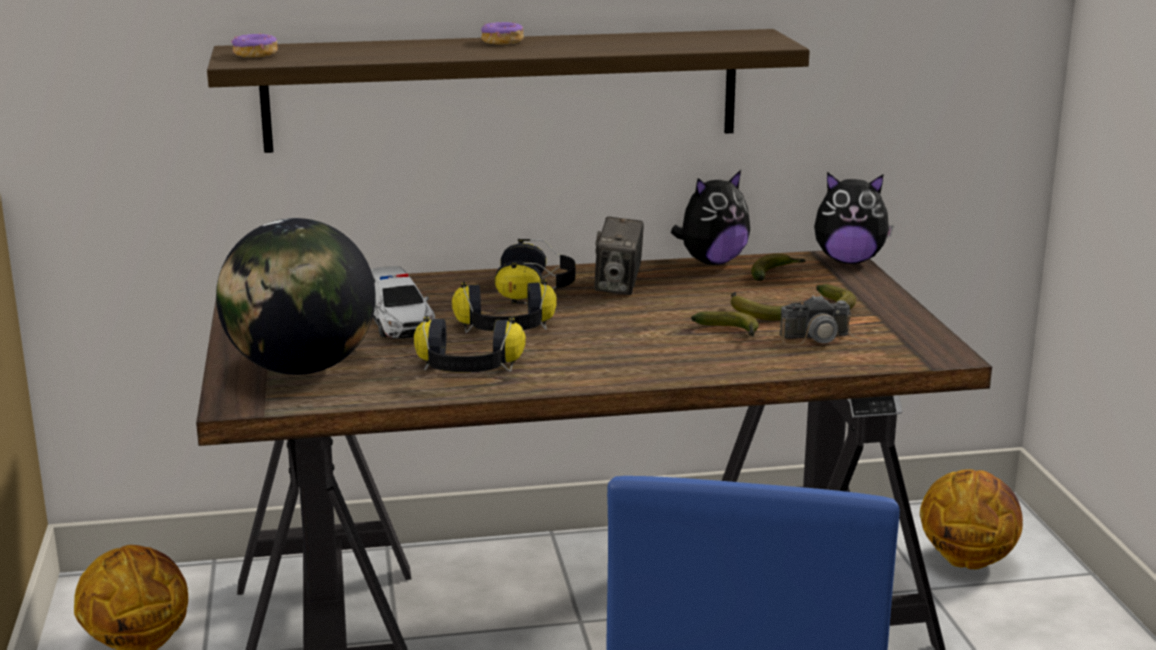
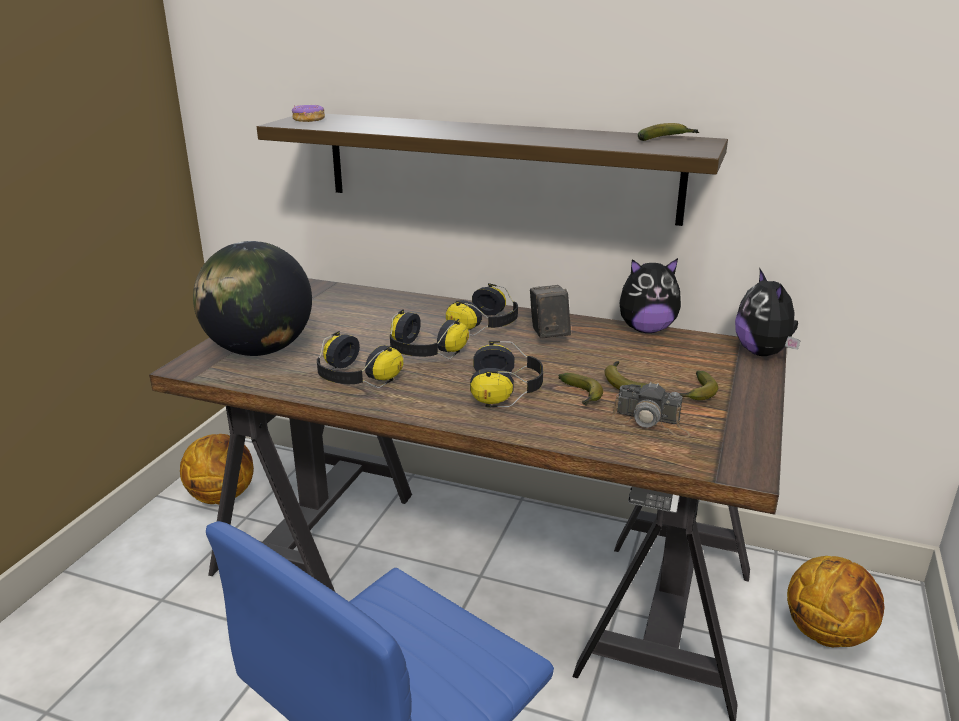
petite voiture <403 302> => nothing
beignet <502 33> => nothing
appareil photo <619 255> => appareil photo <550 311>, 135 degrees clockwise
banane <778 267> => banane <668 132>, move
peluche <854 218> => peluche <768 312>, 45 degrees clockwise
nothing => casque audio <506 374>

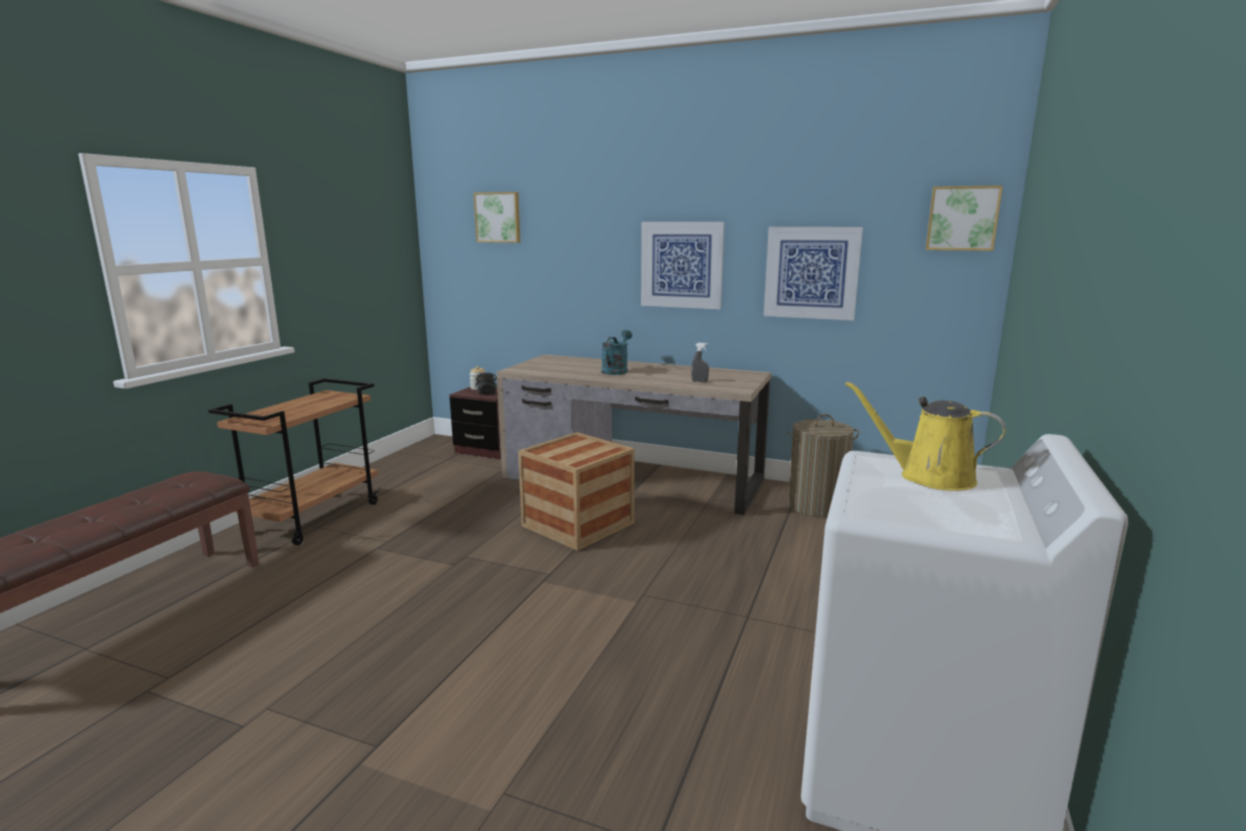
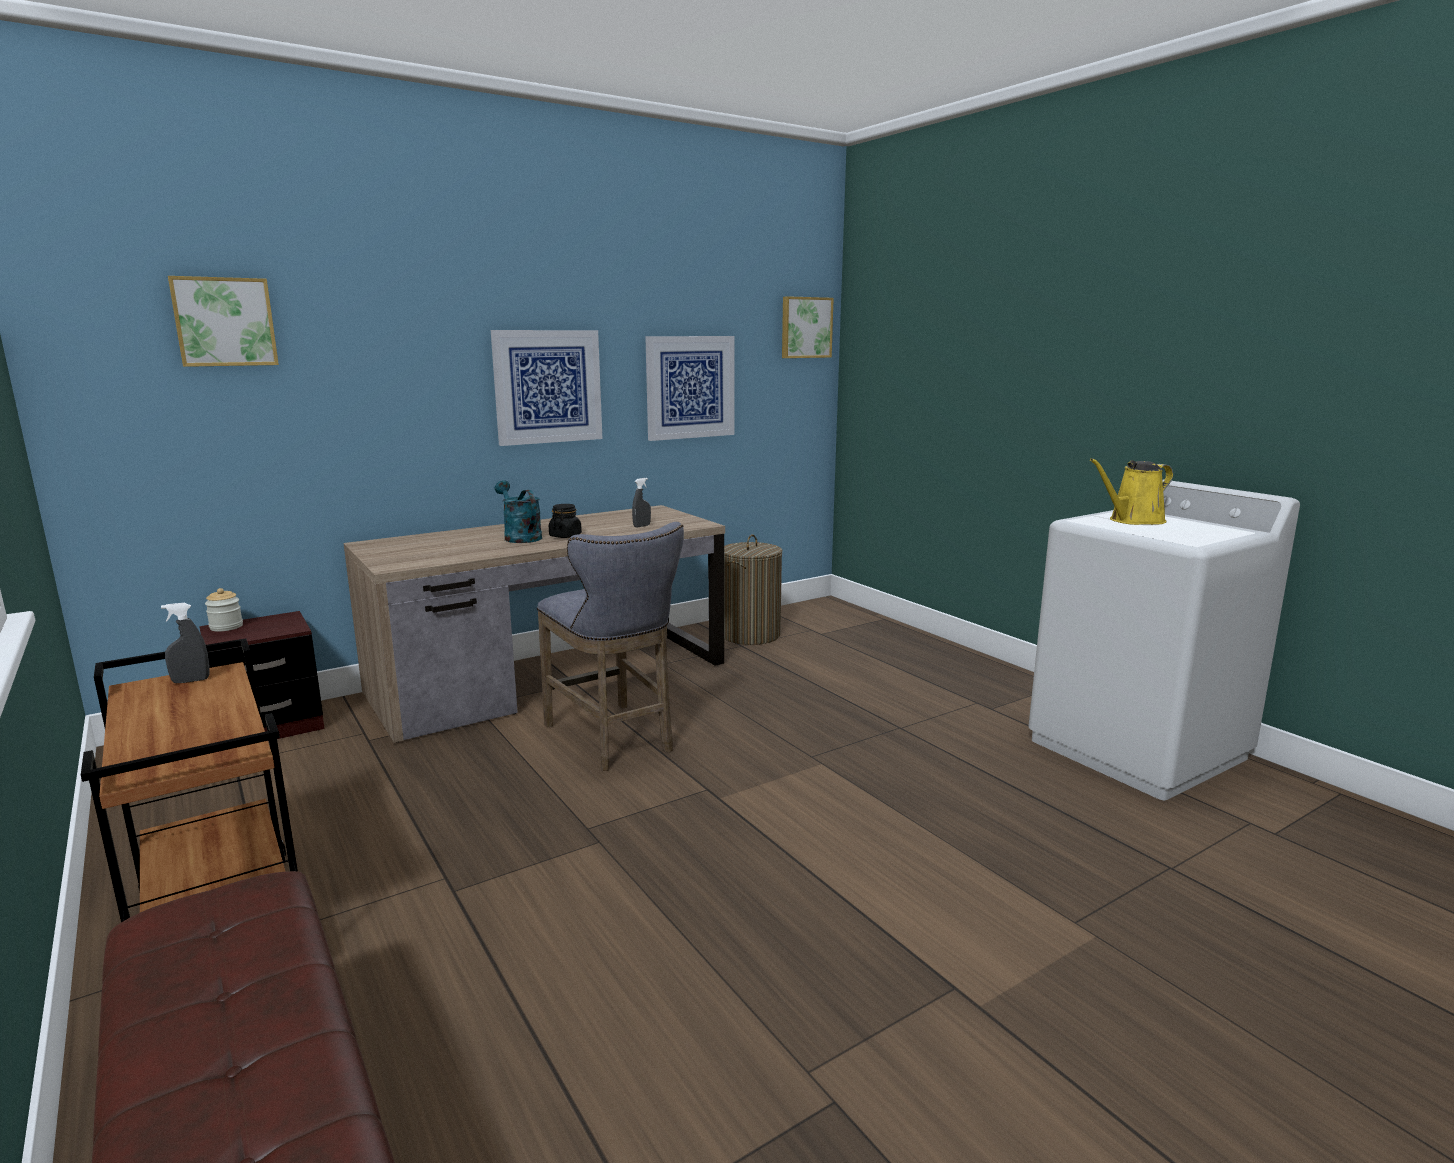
bocal/noir <486 384> => bocal/noir <565 521>, move
caisse <576 491> => tabouret/gris <610 646>
nothing => vaporisateur/gris <185 643>

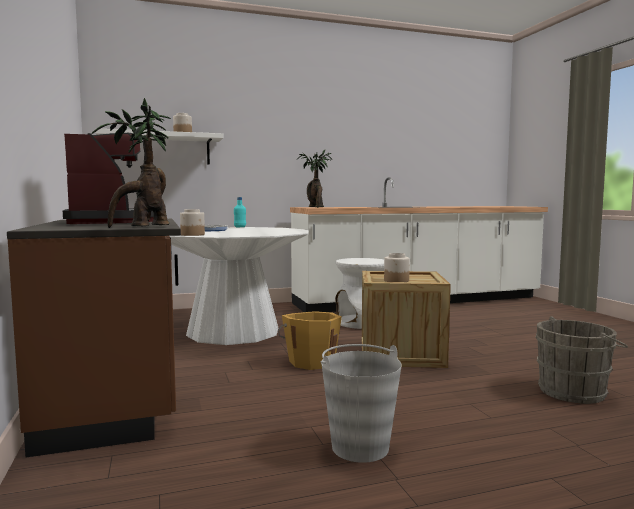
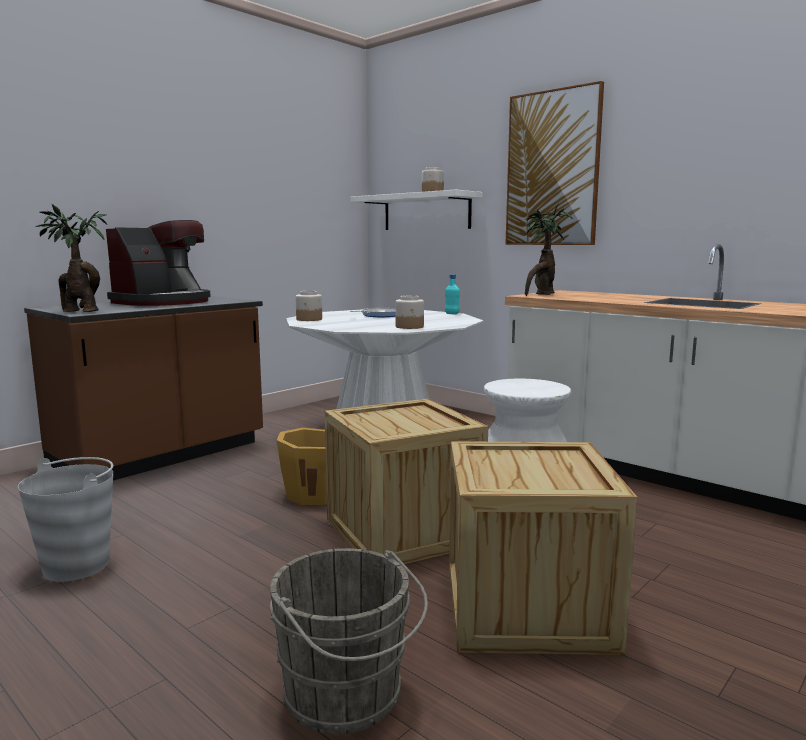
bocal <397 267> => bocal <409 312>, move
nothing => caisse <543 548>
nothing => tableau <554 163>

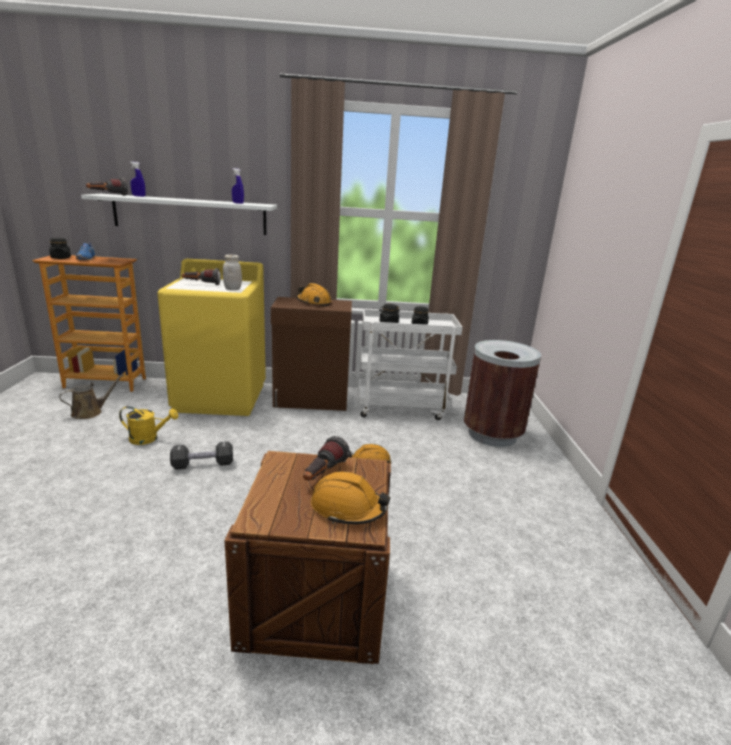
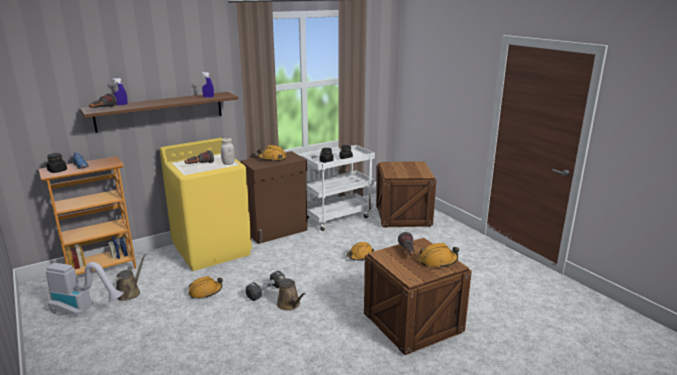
étagère/blanc <179 214> => étagère/marron <159 112>
arrosoir/jaune <148 425> => casque de chantier/orange <206 287>
poubelle/marron <502 393> => caisse <406 194>
nothing => aspirateur <85 289>
nothing => arrosoir/marron <291 293>

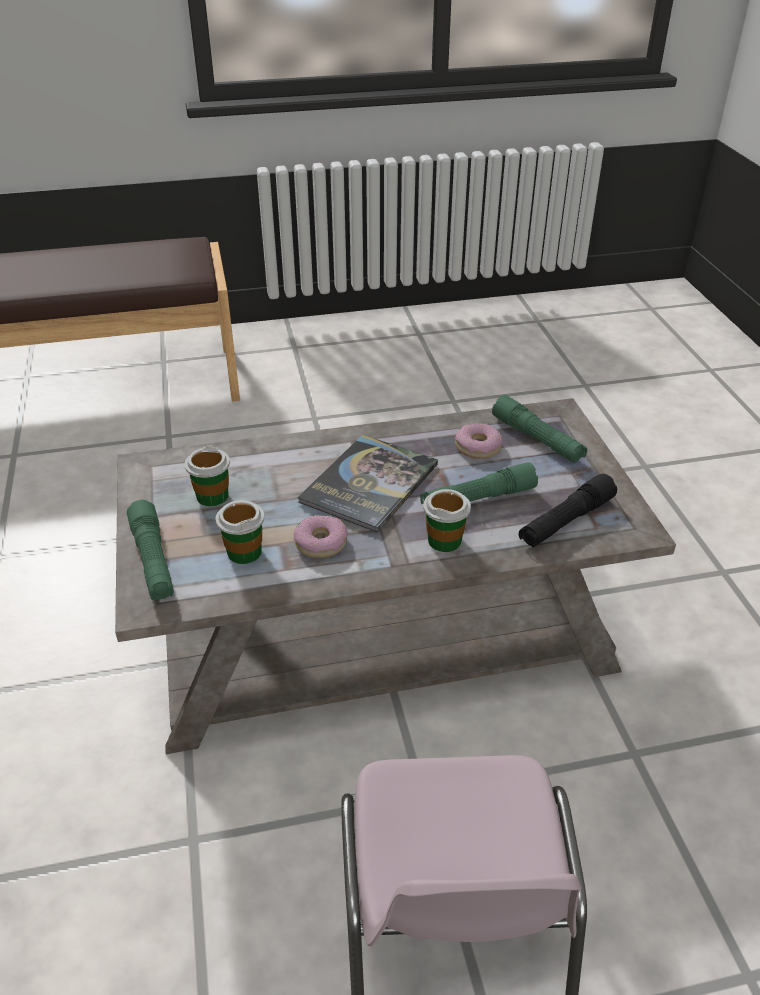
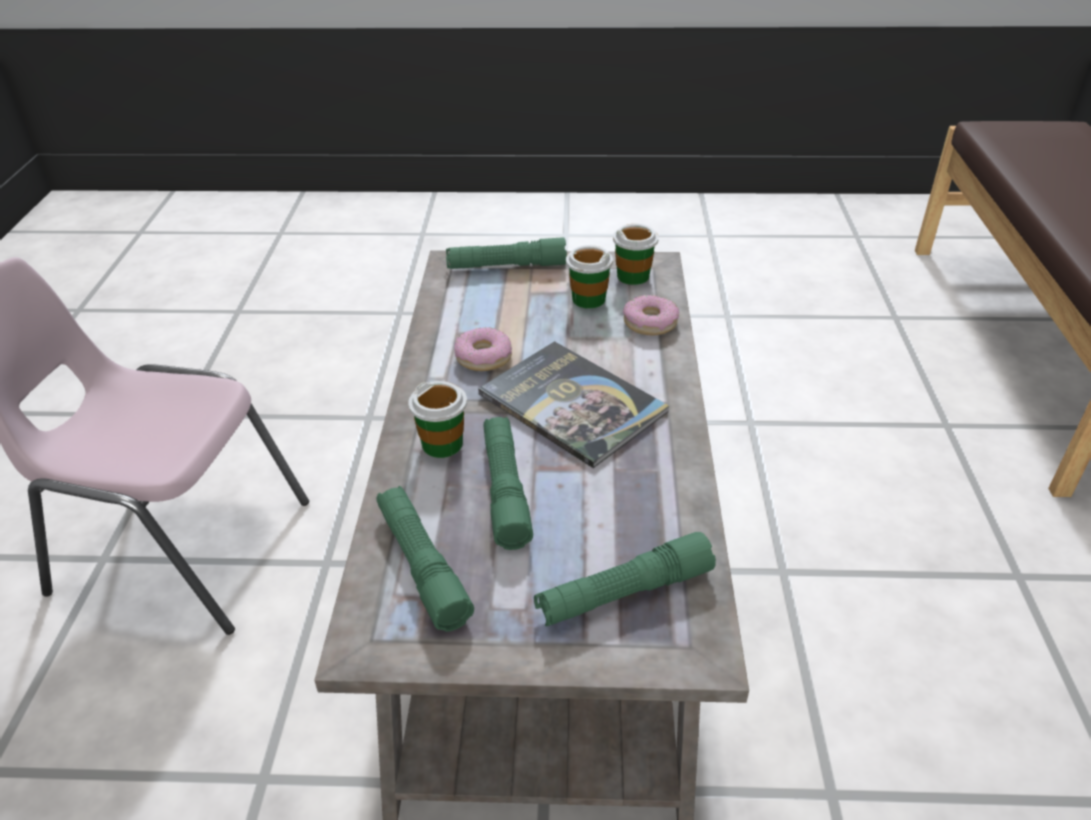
tasse <240 532> => tasse <636 254>, move
beignet <479 441> => beignet <651 315>, move
lampe de poche/noir <568 511> => lampe de poche/vert <425 559>

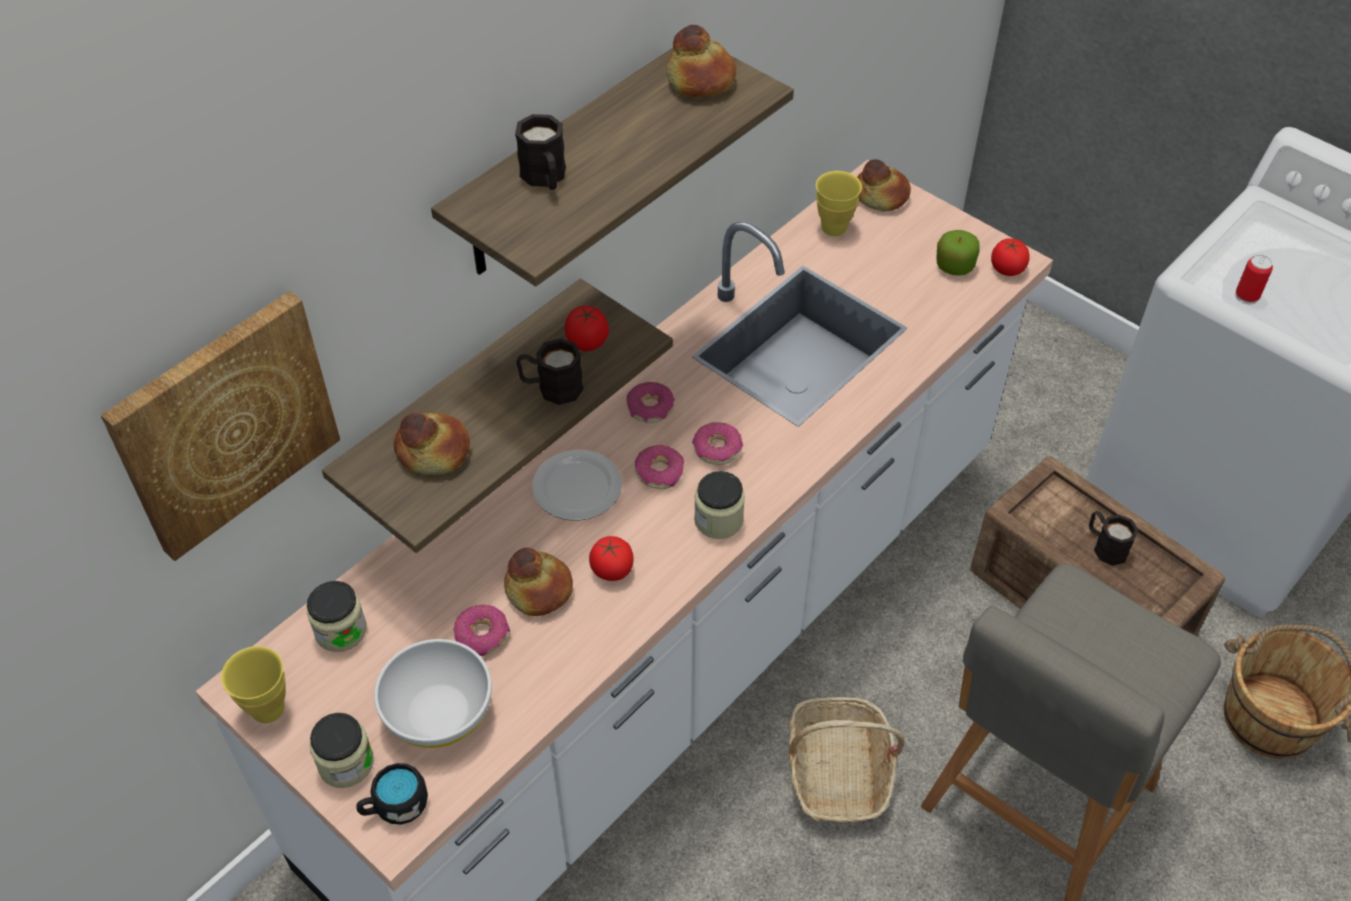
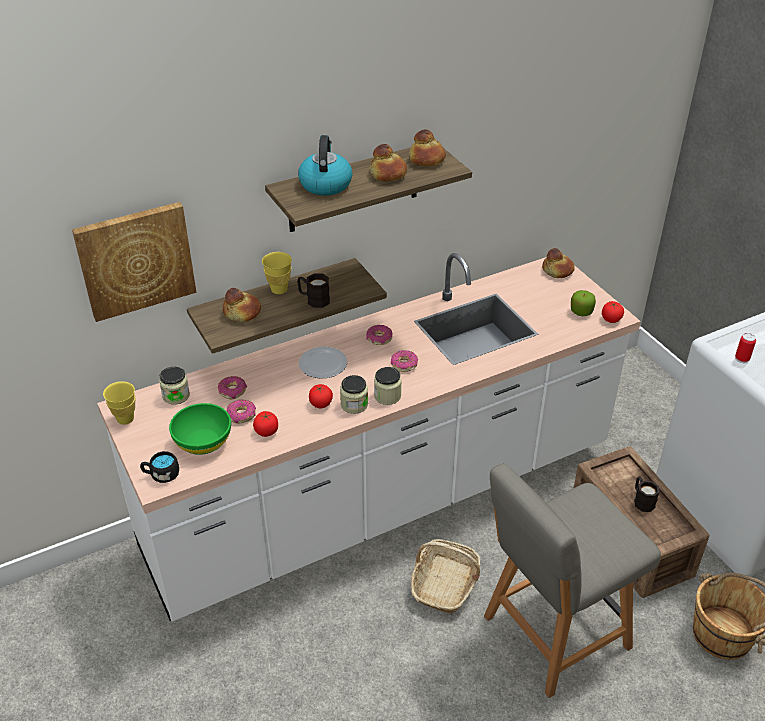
bocal <342 750> => bocal <354 394>, move
bol/blanc <433 693> => bol/vert <200 429>
pain <538 581> => pain <388 162>, move
mug/noir <540 152> => bouilloire <325 165>
tomate <587 328> => tomate <265 424>, move
beignet <659 467> => beignet <232 387>, move
tasse/jaune <839 203> => tasse/jaune <277 273>, move

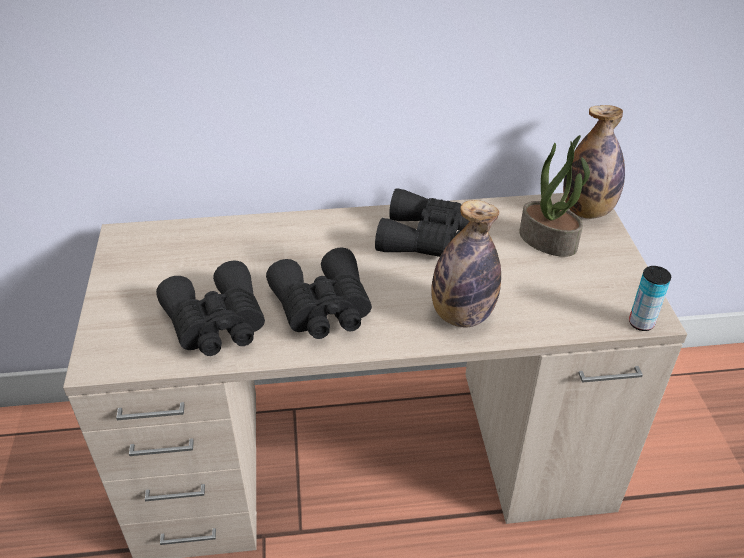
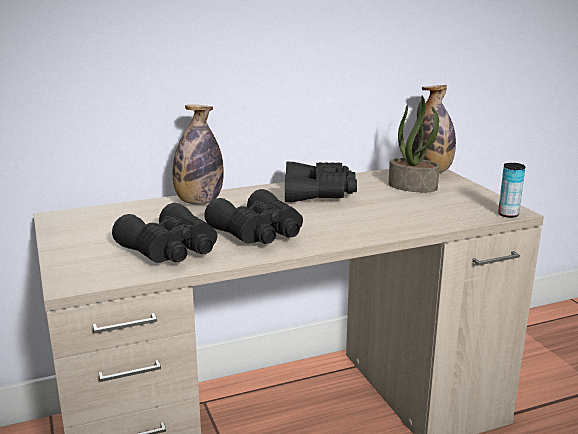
bouteille <466 264> => bouteille <198 155>, move

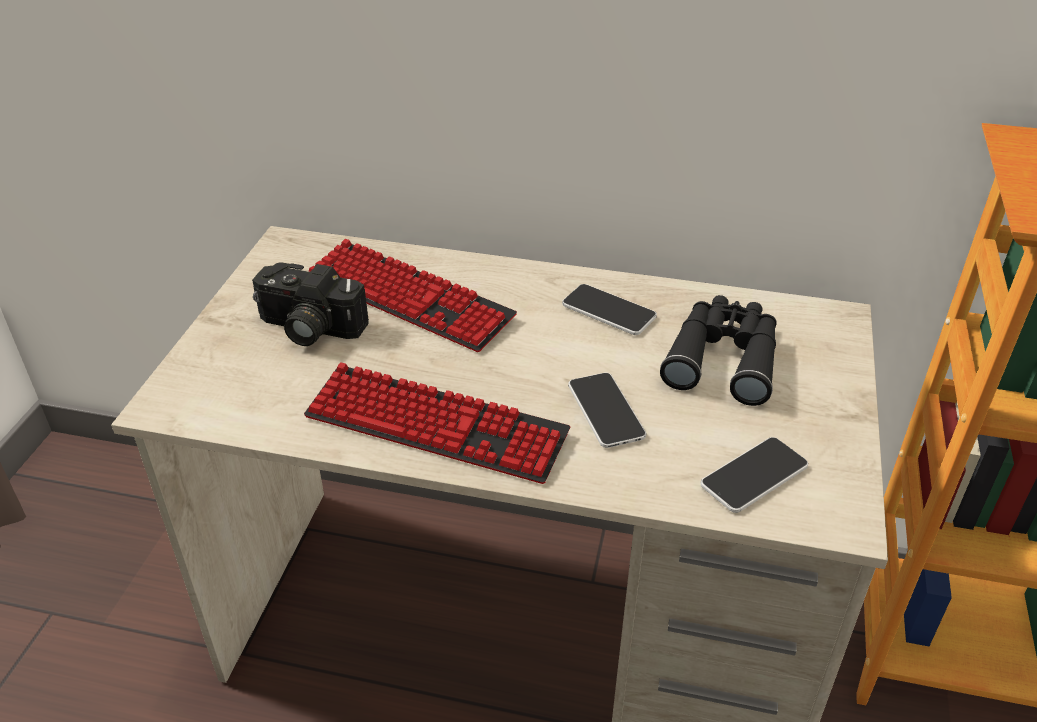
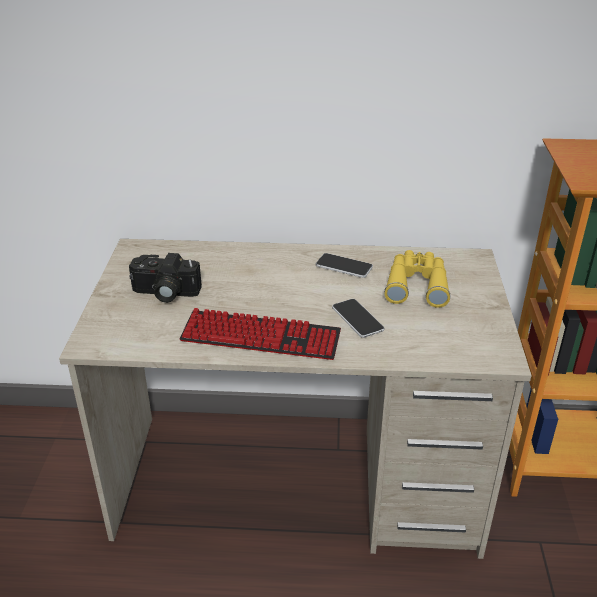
clavier <412 295> => nothing
jumelles/noir <718 350> => jumelles/jaune <417 279>
téléphone <754 475> => nothing

